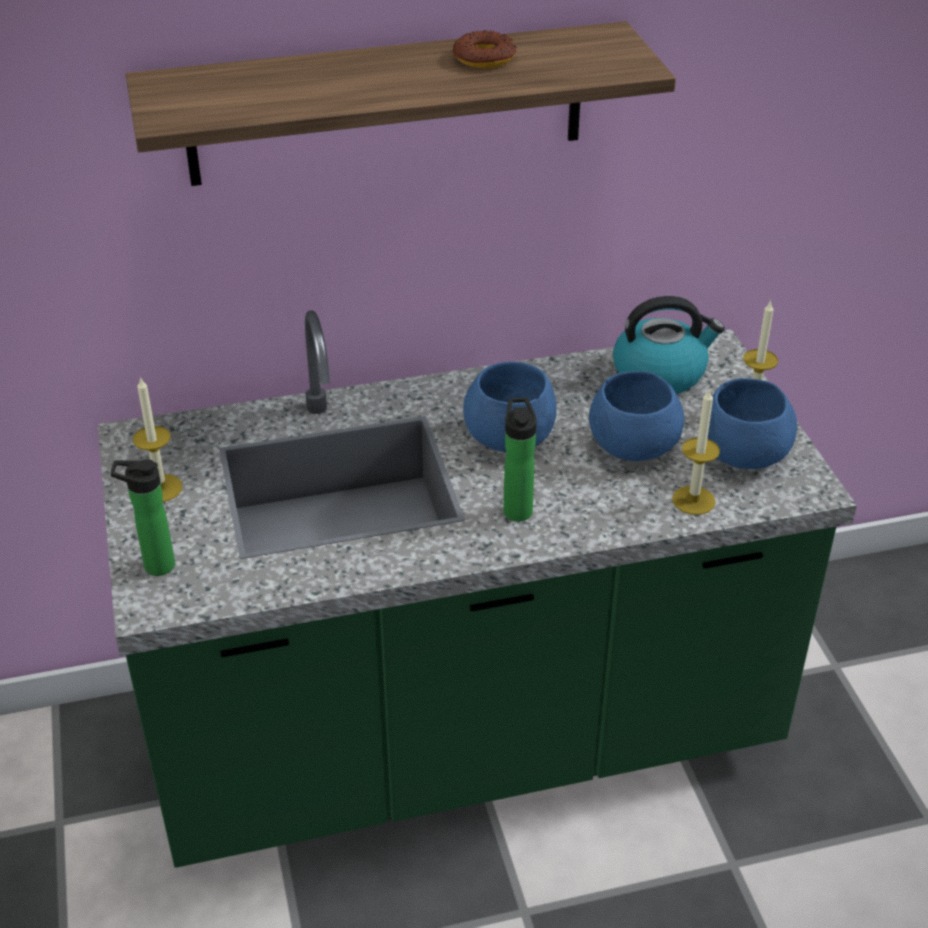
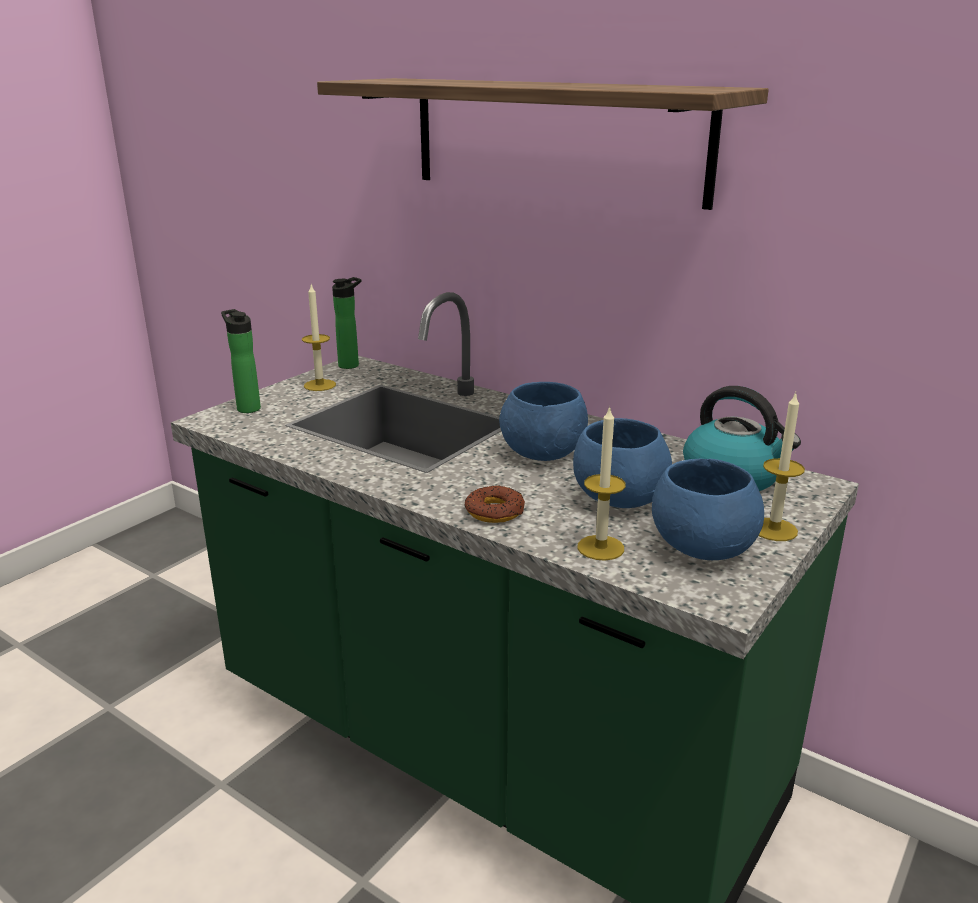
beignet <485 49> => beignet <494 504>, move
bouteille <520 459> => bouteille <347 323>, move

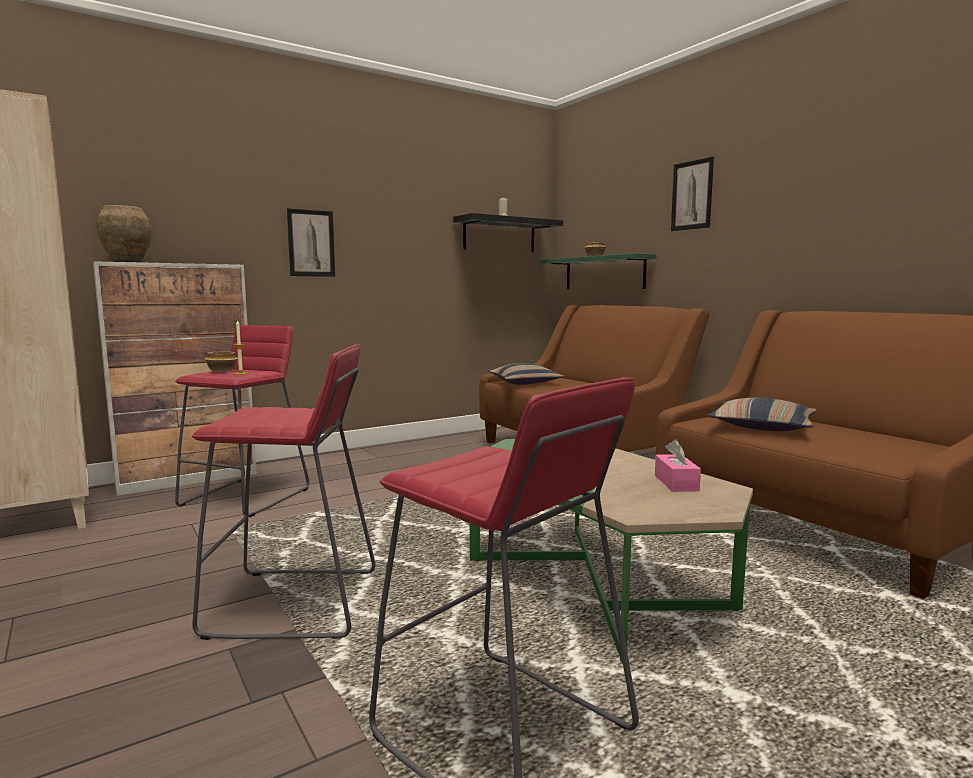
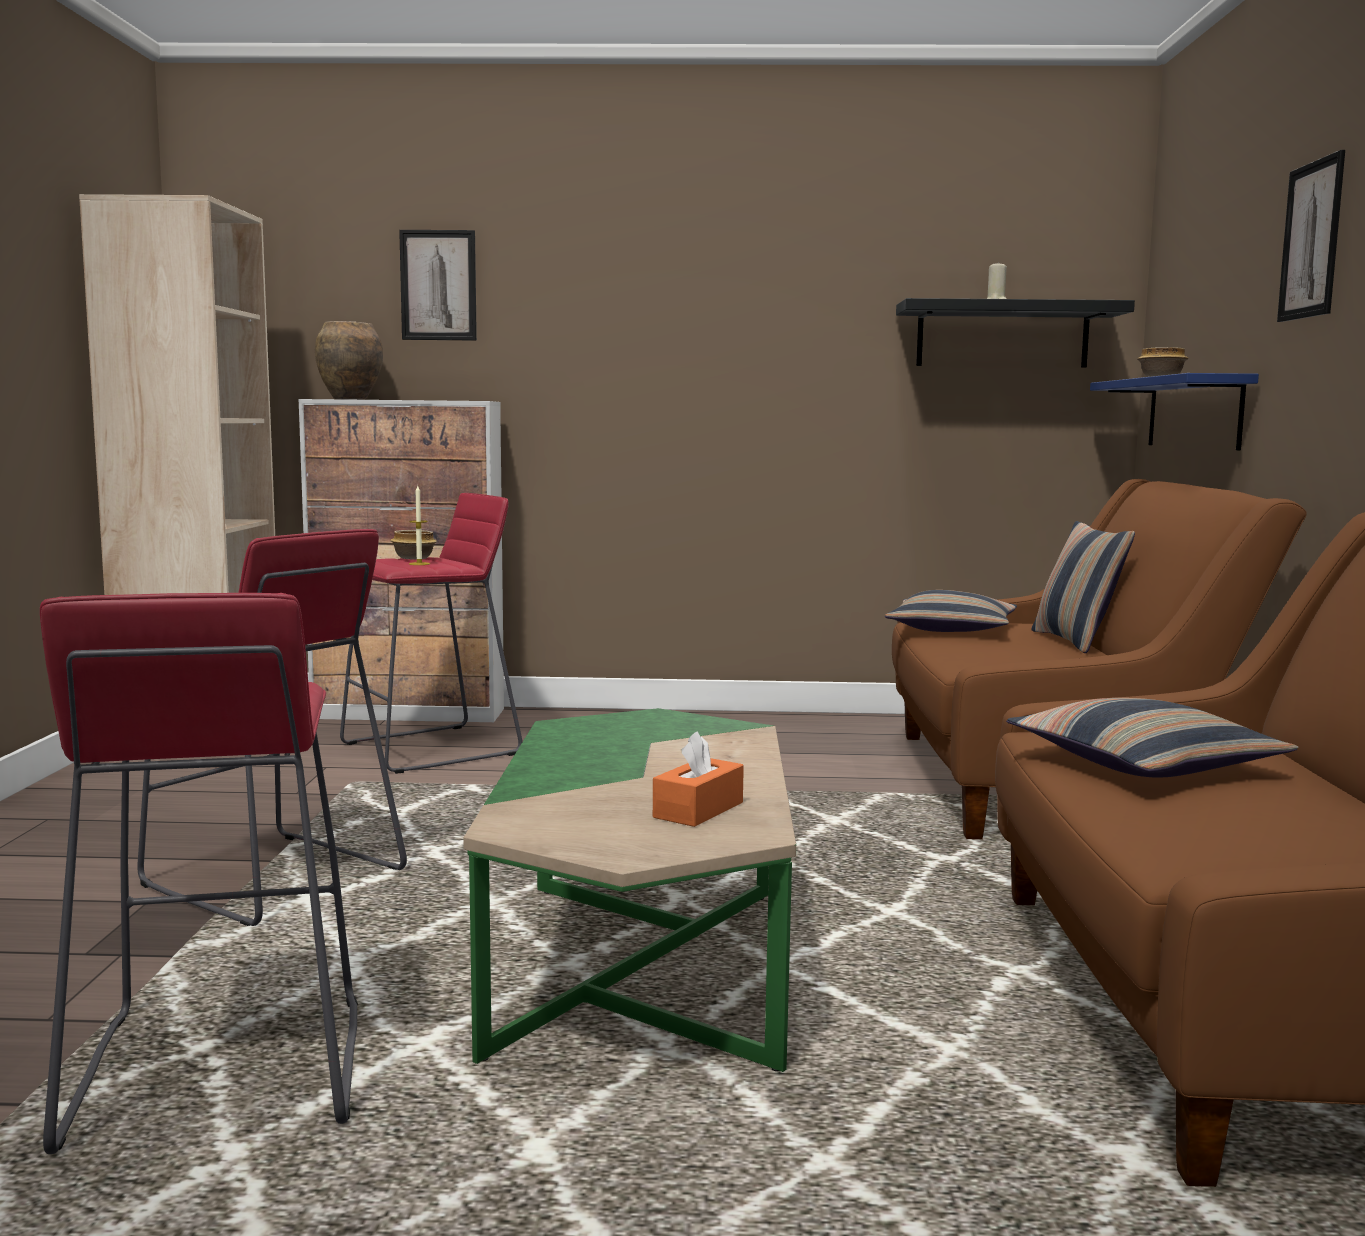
tableau <311 242> => tableau <438 285>, move
étagère/vert <598 271> => étagère/bleu <1174 411>
boîte à mouchoirs/rose <678 466> => boîte à mouchoirs/orange <698 779>
nothing => coussin <1083 587>

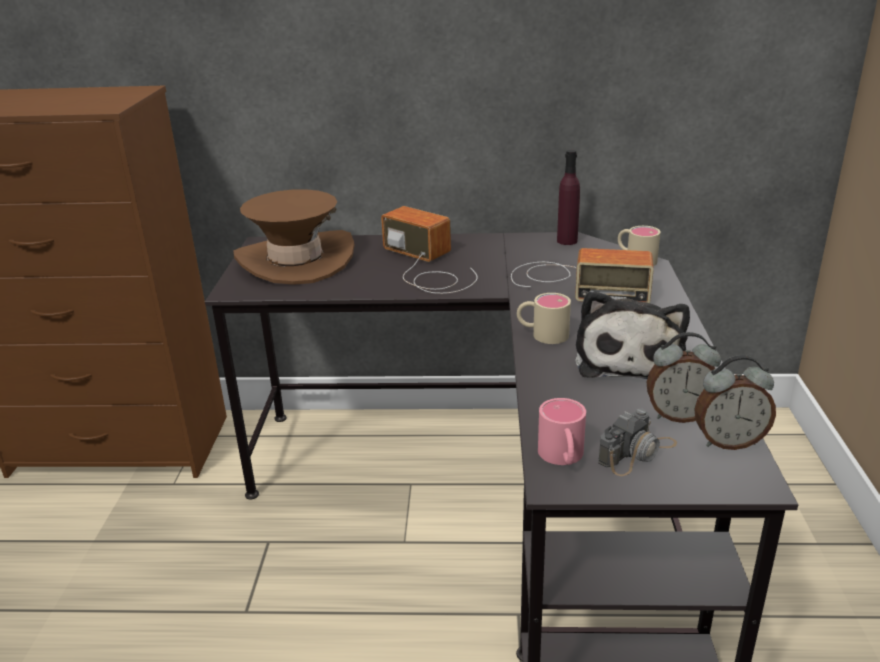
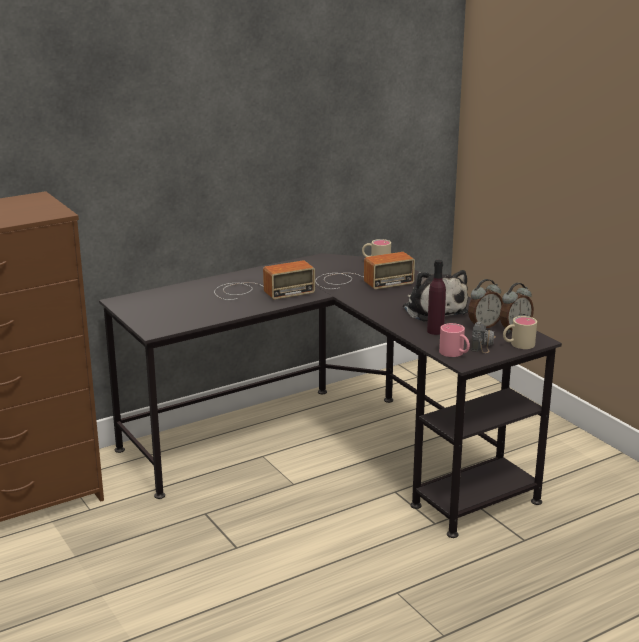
chapeau/marron <294 237> => nothing
radio <429 250> => radio <264 280>, 150 degrees clockwise
mug/beige <544 318> => mug/beige <520 332>, move
bouteille/violet <568 197> => bouteille/violet <436 297>, move

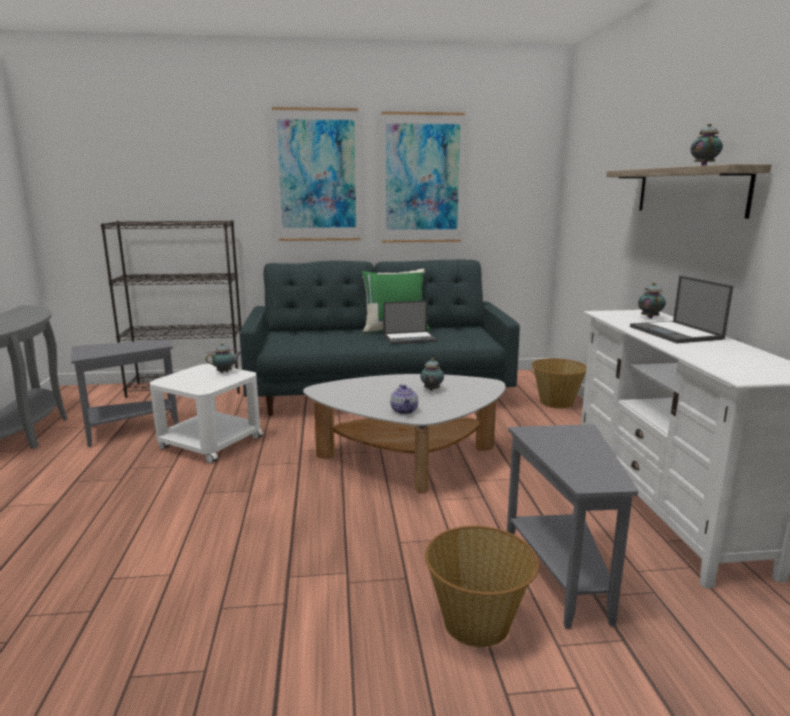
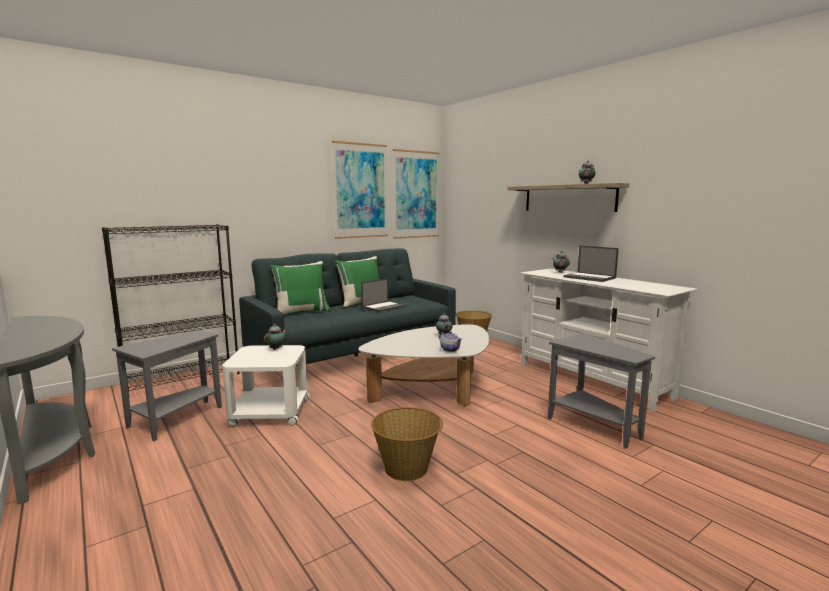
tableau <316 174> => tableau <416 194>, move
panier <482 586> => panier <407 444>, move
nothing => coussin/vert <300 288>

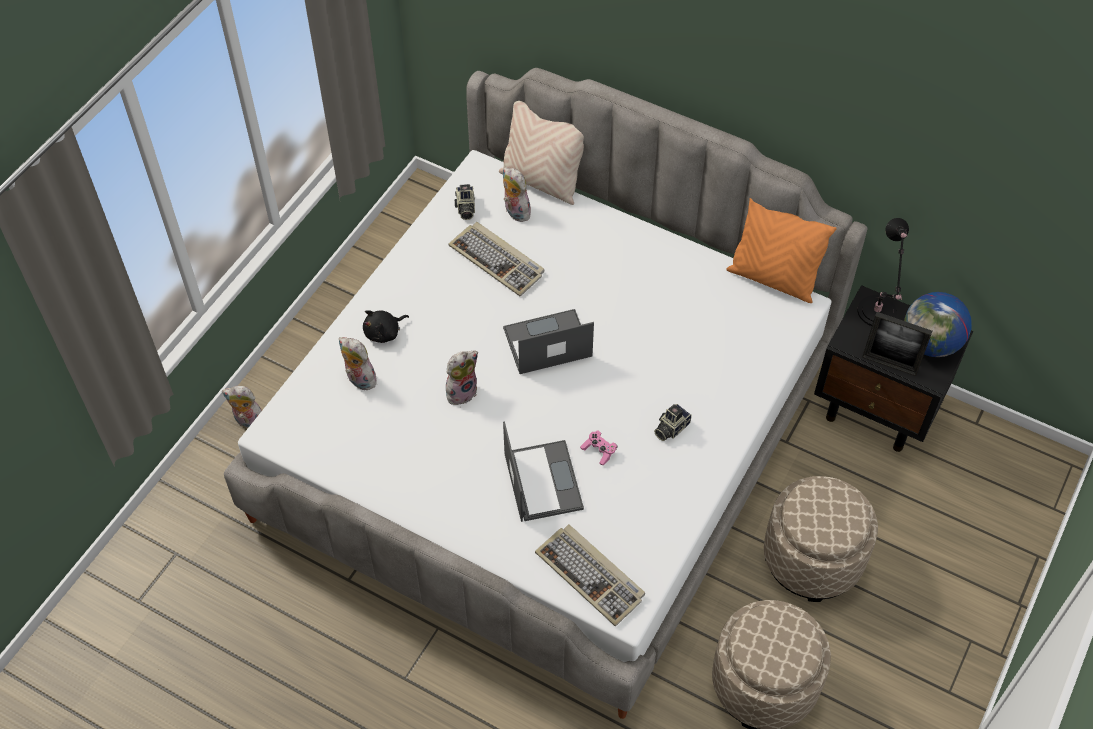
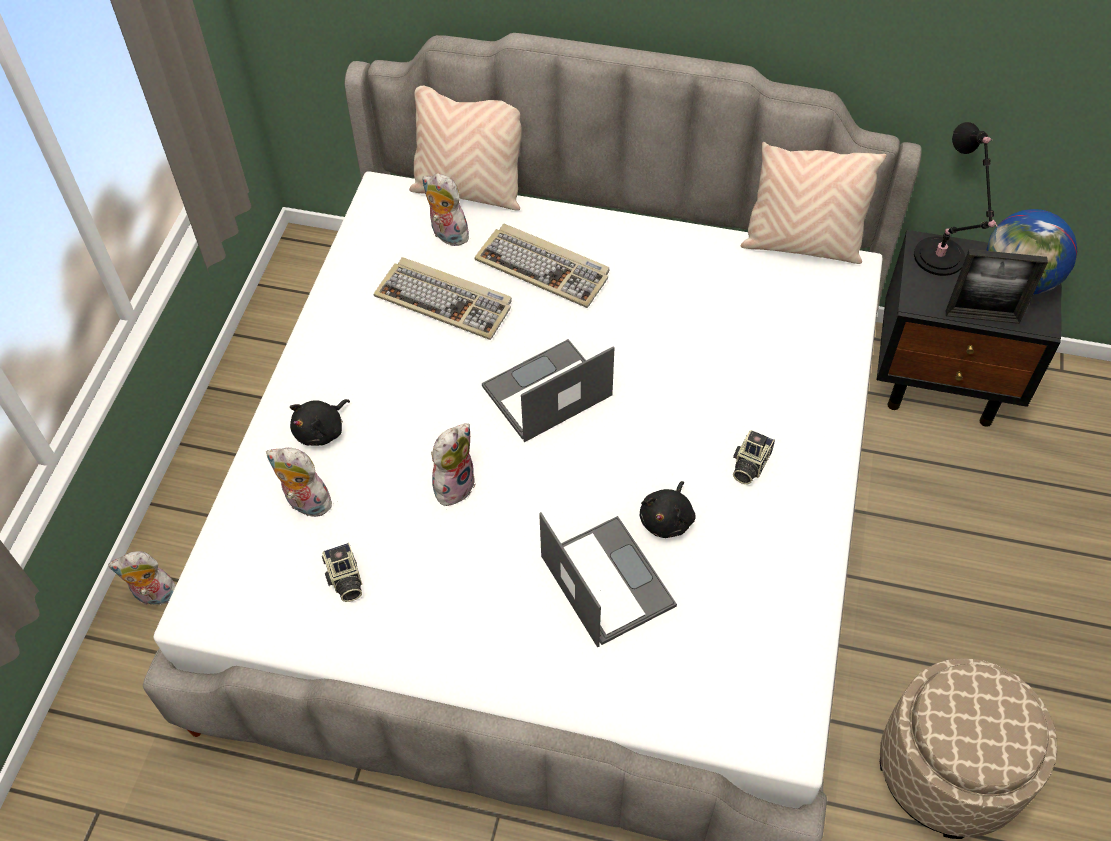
appareil photo <464 202> => appareil photo <342 572>, move
clavier <590 575> => clavier <542 266>, move
manette/rose <598 448> => peluche/noir <667 509>
coussin/orange <781 250> => coussin/beige <813 203>
pouf/beige <821 539> => nothing

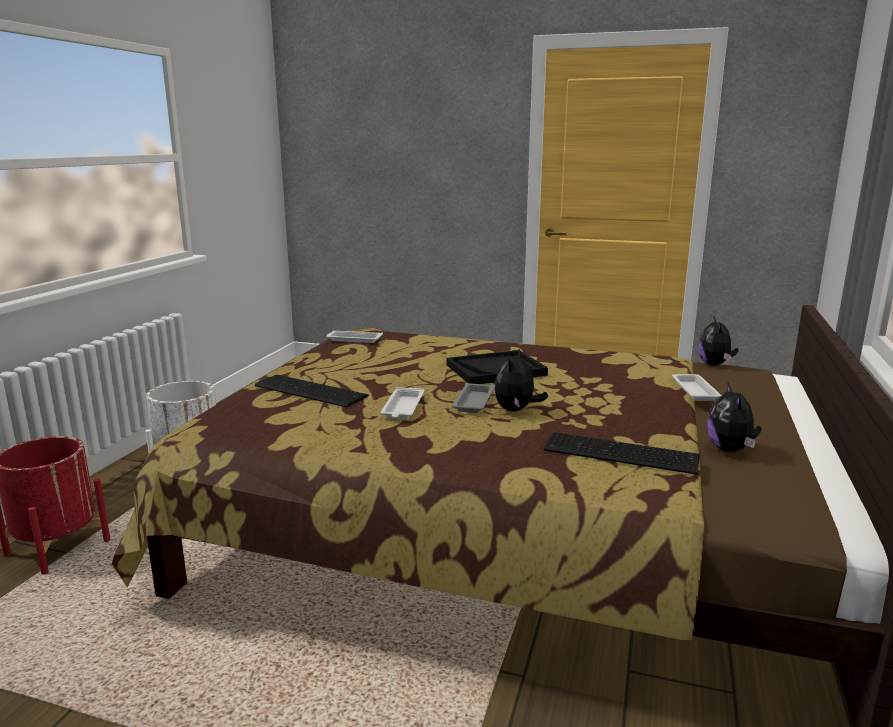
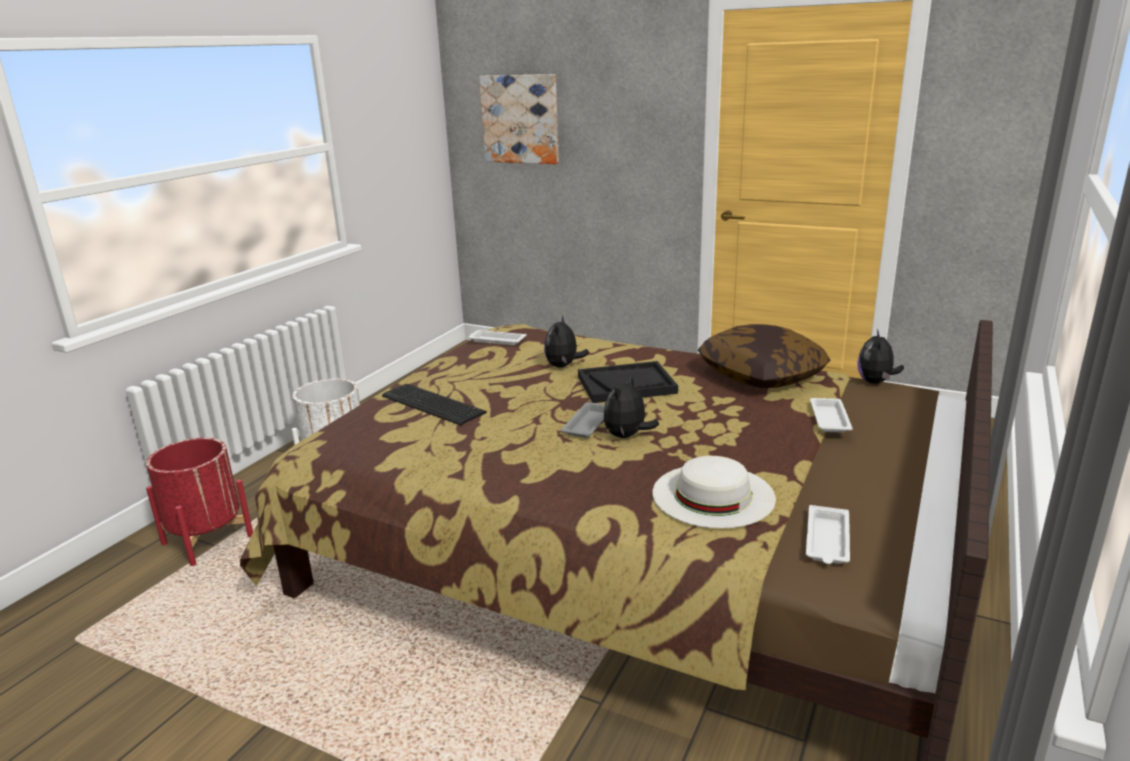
plateau/blanc <402 403> => plateau/blanc <828 534>, move
clavier <622 453> => chapeau/blanc <714 492>
peluche <734 417> => peluche <566 342>, move
nothing => tableau <519 119>
nothing => coussin <764 356>

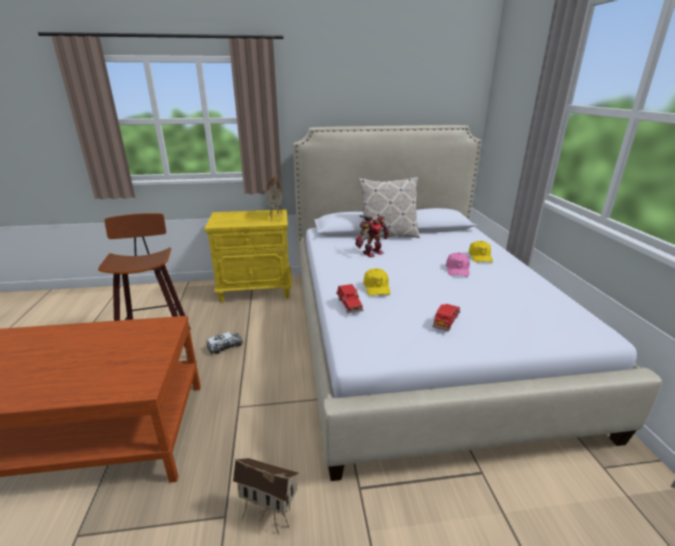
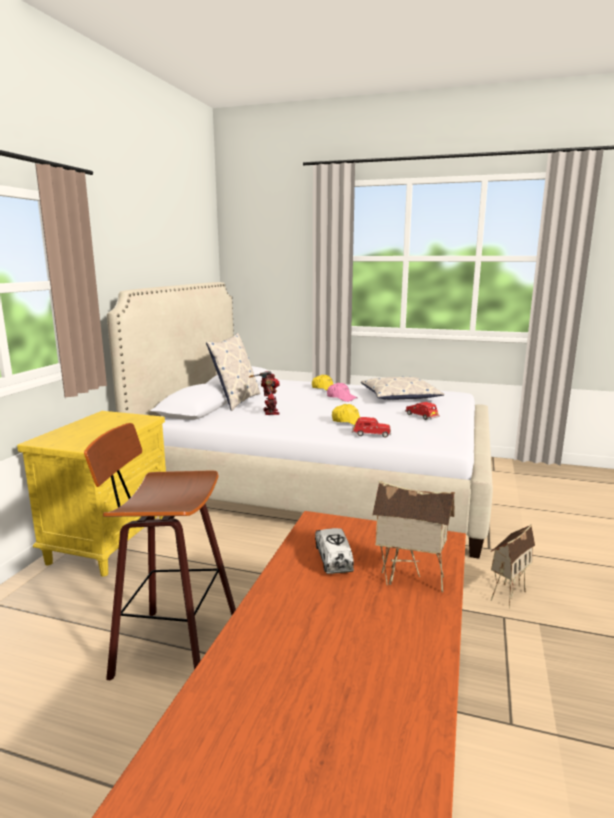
camion jouet <224 343> => camion jouet <334 551>, move
maison miniature <274 198> => maison miniature <413 536>, move
nothing => coussin <402 388>

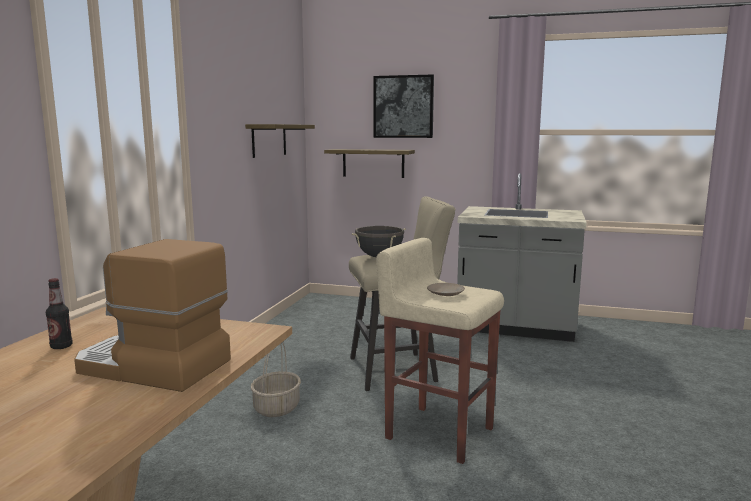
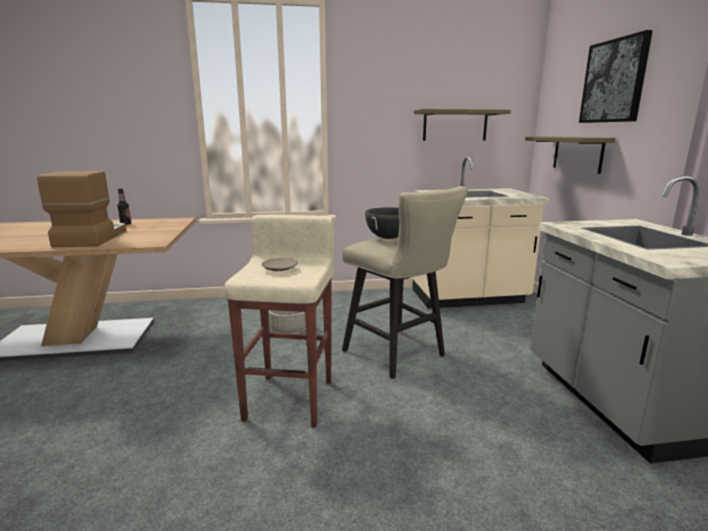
nothing => comptoir de cuisine/beige <480 232>

